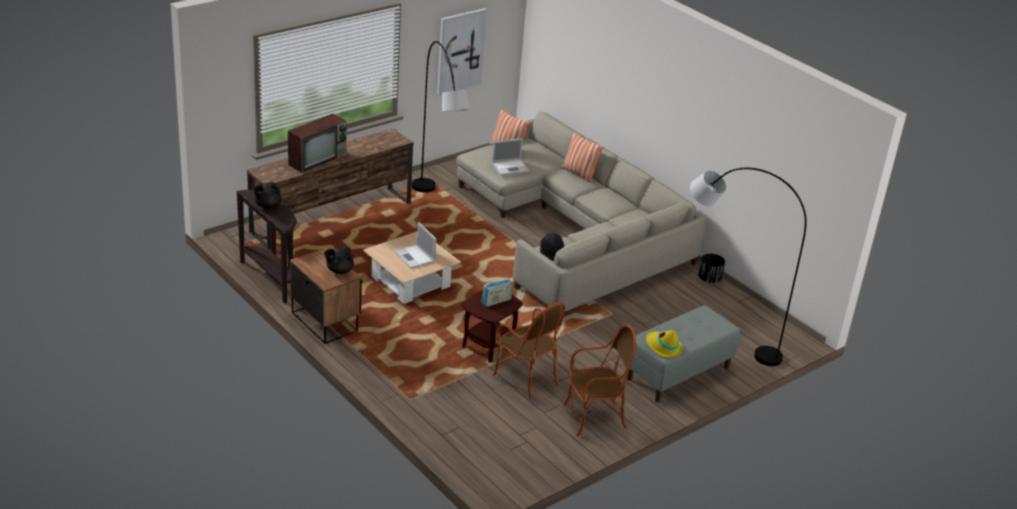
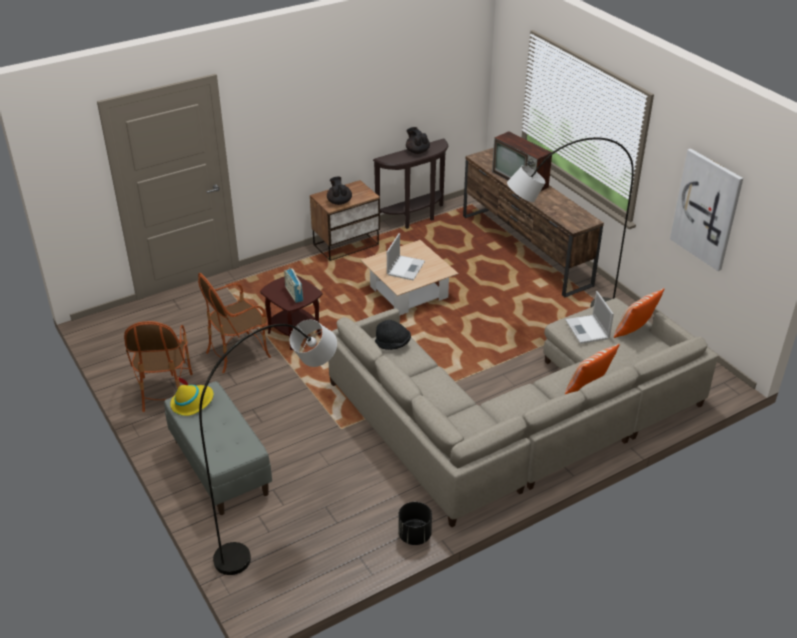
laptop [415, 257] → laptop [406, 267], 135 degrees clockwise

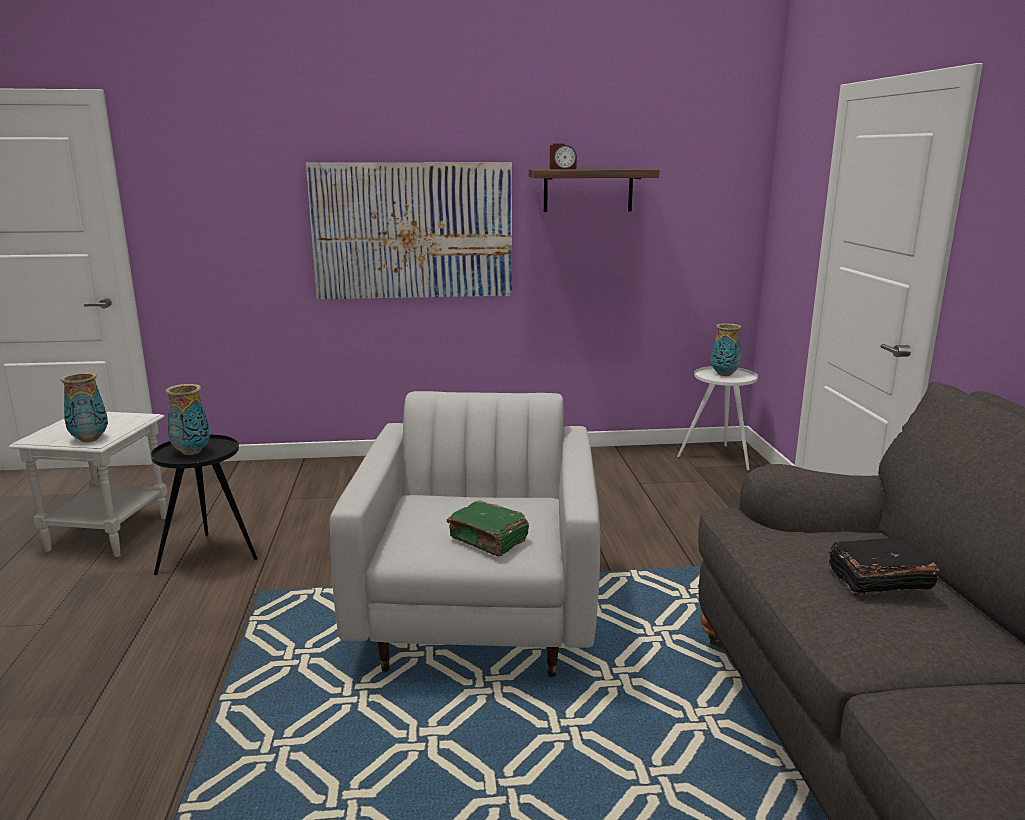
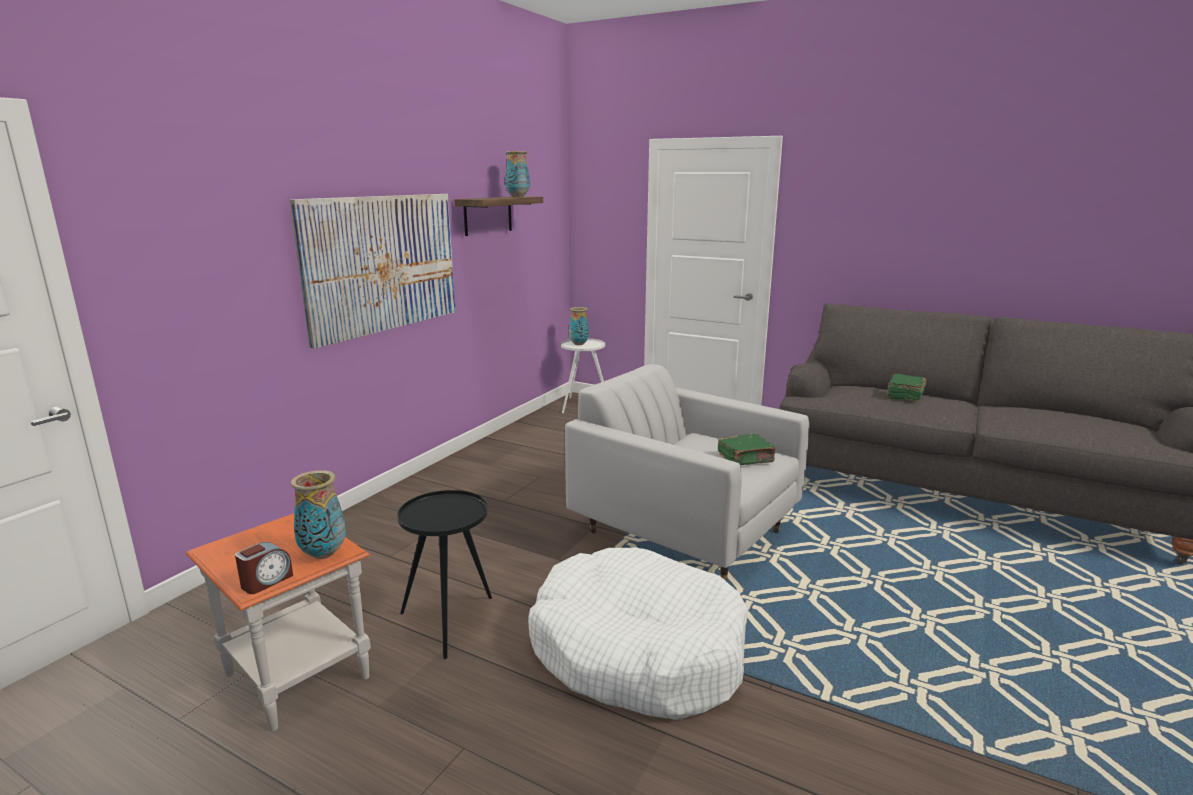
white-coloured side table [108, 534] → orange-coloured side table [298, 676]
table clock [562, 169] → table clock [266, 581], move
flower vase [191, 452] → flower vase [518, 197], move
- → white-coloured dog bed [637, 651]
black-coloured book [877, 581] → green book [904, 395]

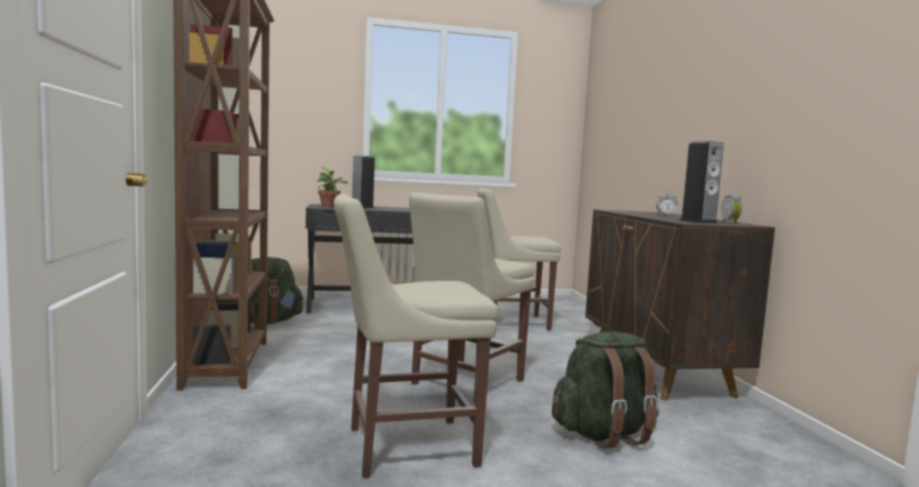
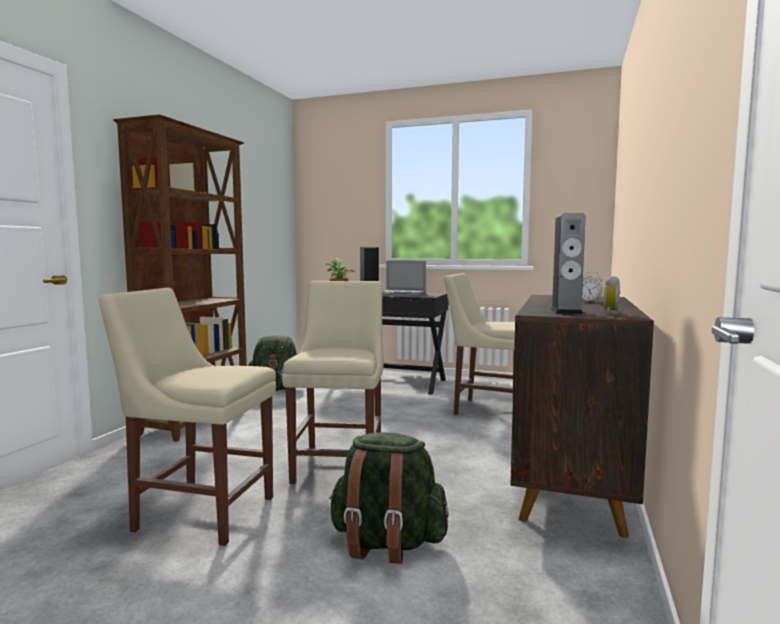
sand-coloured upright chair [464, 383] → sand-coloured upright chair [340, 464], 120 degrees clockwise
- → laptop [402, 294]

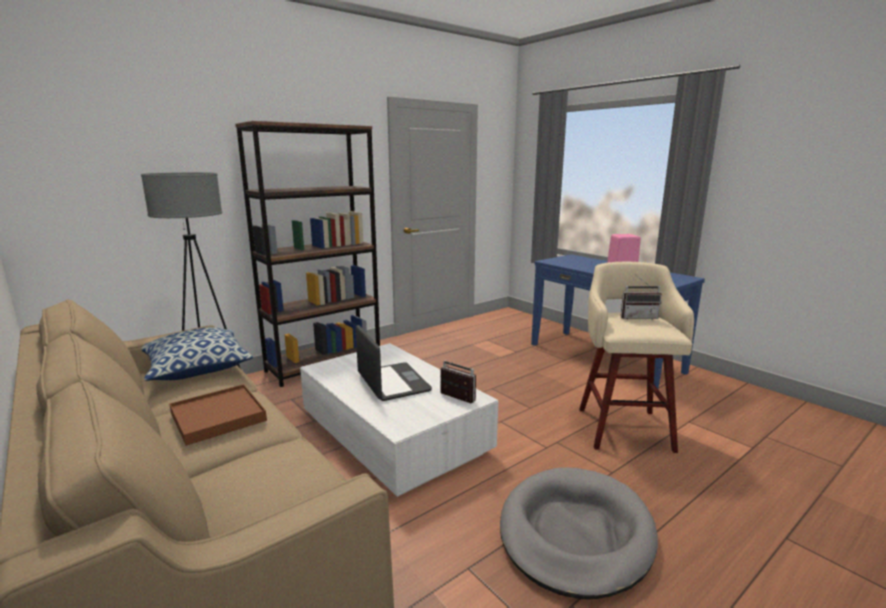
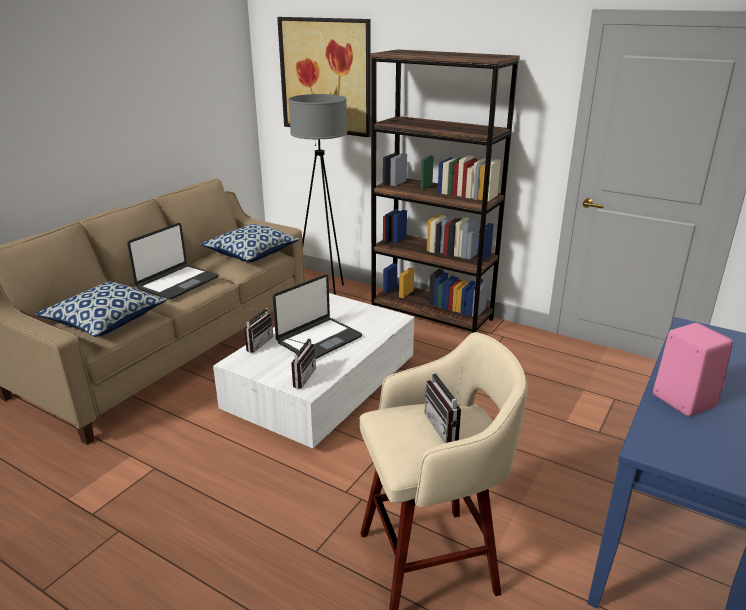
- → cushion [106, 321]
brown-coloured serving tray [218, 417] → laptop [177, 283]
- → radio set [256, 343]
- → wall art [325, 76]
gray dog bed [575, 533] → -

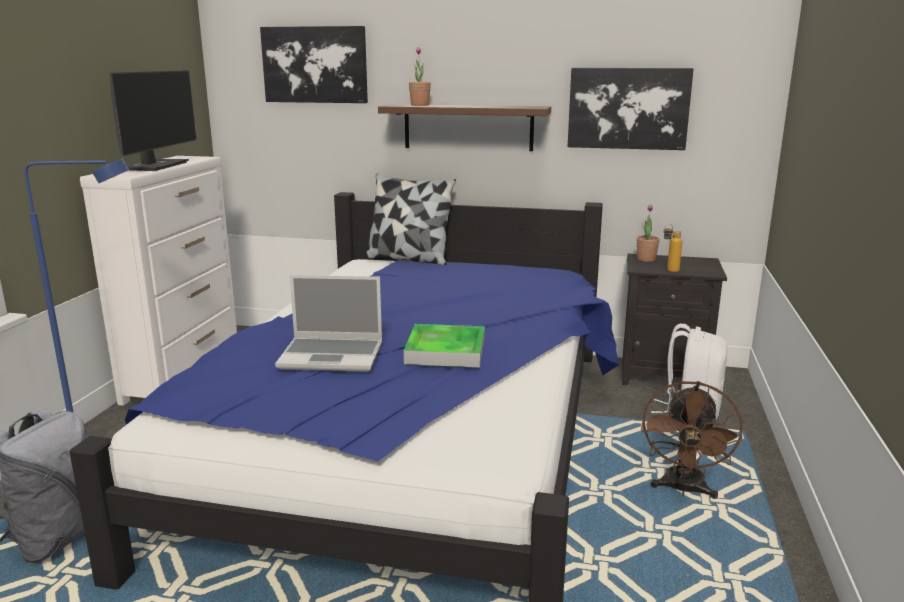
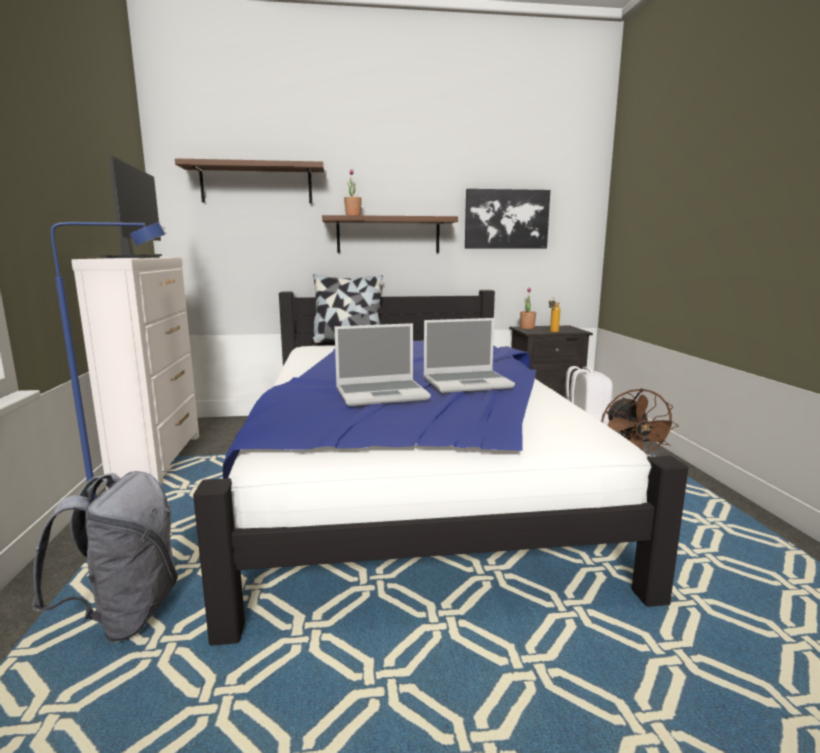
wall art [315, 65] → brown-coloured bracket shelf [256, 184]
serving tray [445, 351] → laptop [467, 383]

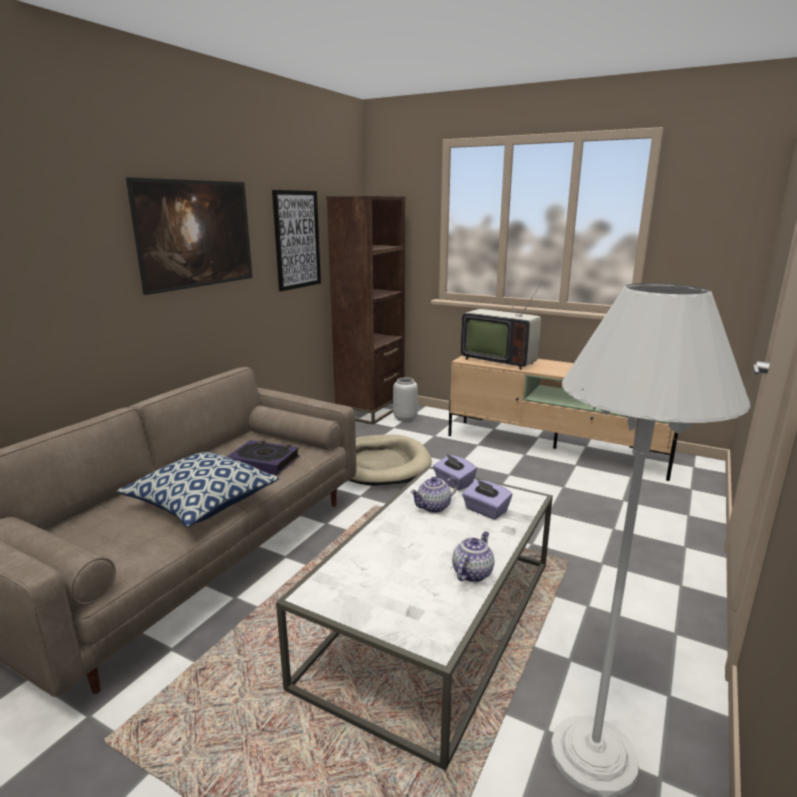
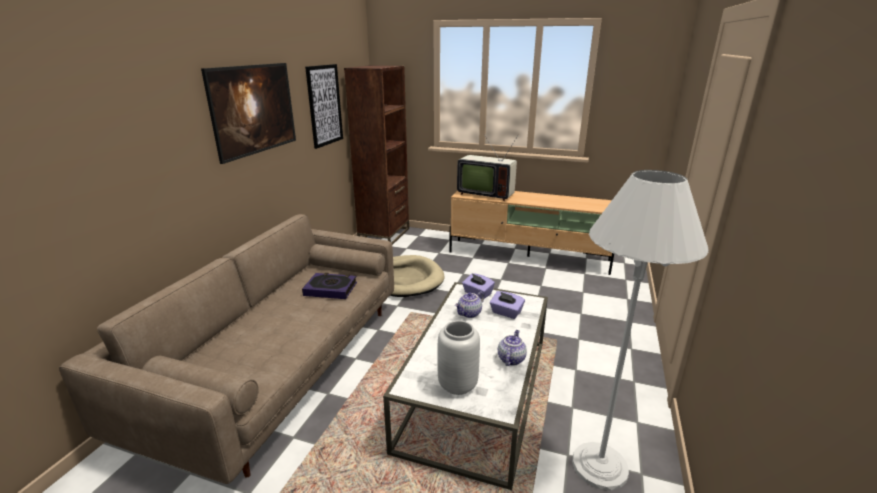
gray flower vase [405, 418] → gray flower vase [458, 385], move
cushion [202, 503] → -

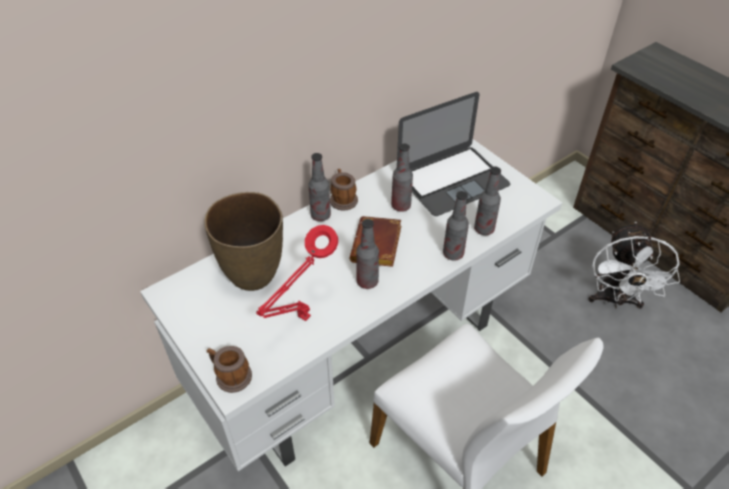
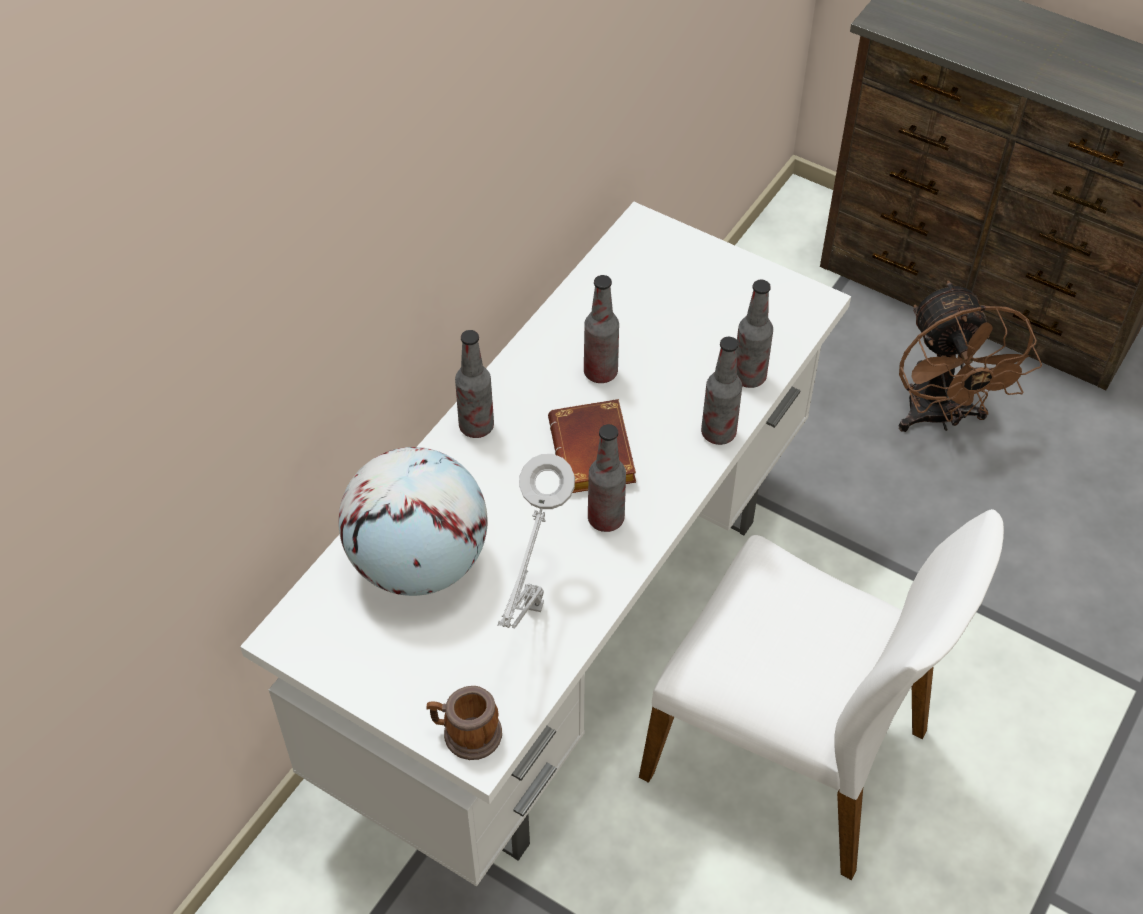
brown-coloured flower vase [254, 275] → world globe [419, 562]
red-coloured lamp for a table [302, 319] → gray lamp for a table [532, 611]
white-coloured fan [614, 300] → brown-coloured fan [940, 417]
coffee mug [343, 198] → -
laptop [452, 180] → -

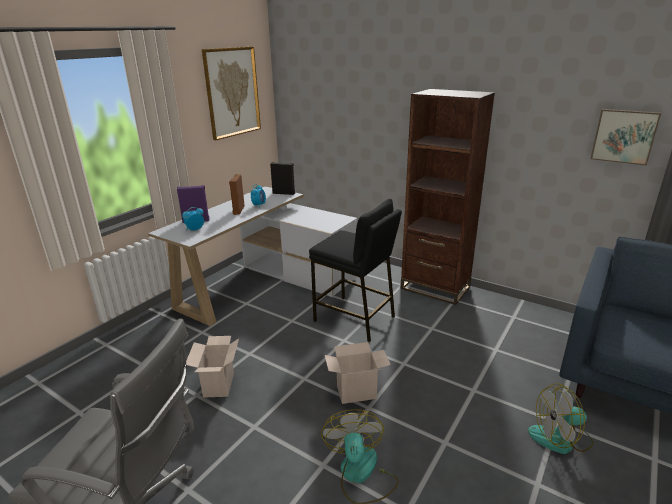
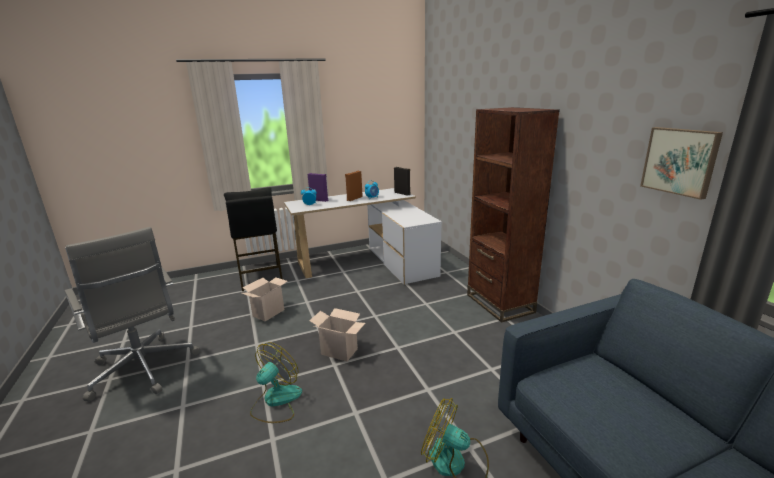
black-coloured stool seat [354, 318] → black-coloured stool seat [260, 277], move
wall art [232, 92] → -

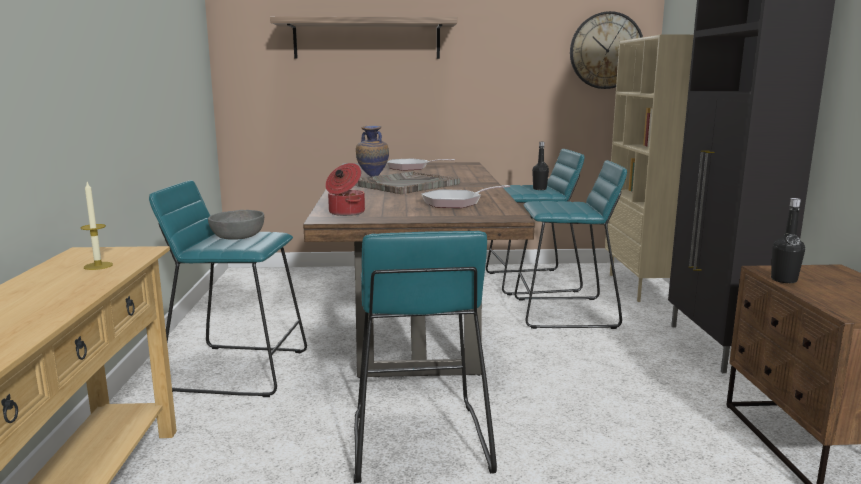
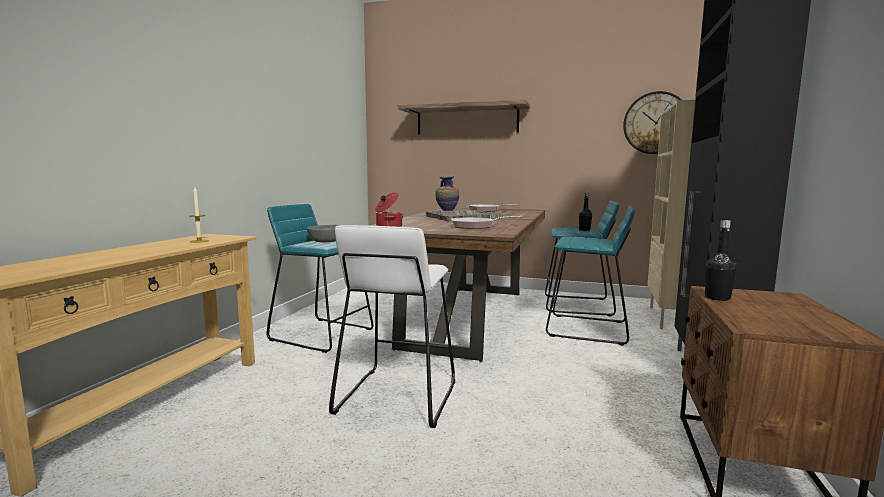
blue-green stool seat [417, 441] → white-coloured stool seat [397, 396]

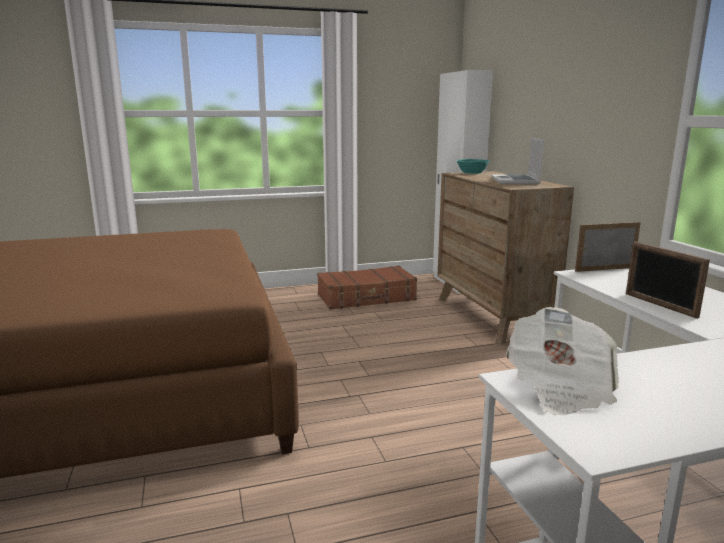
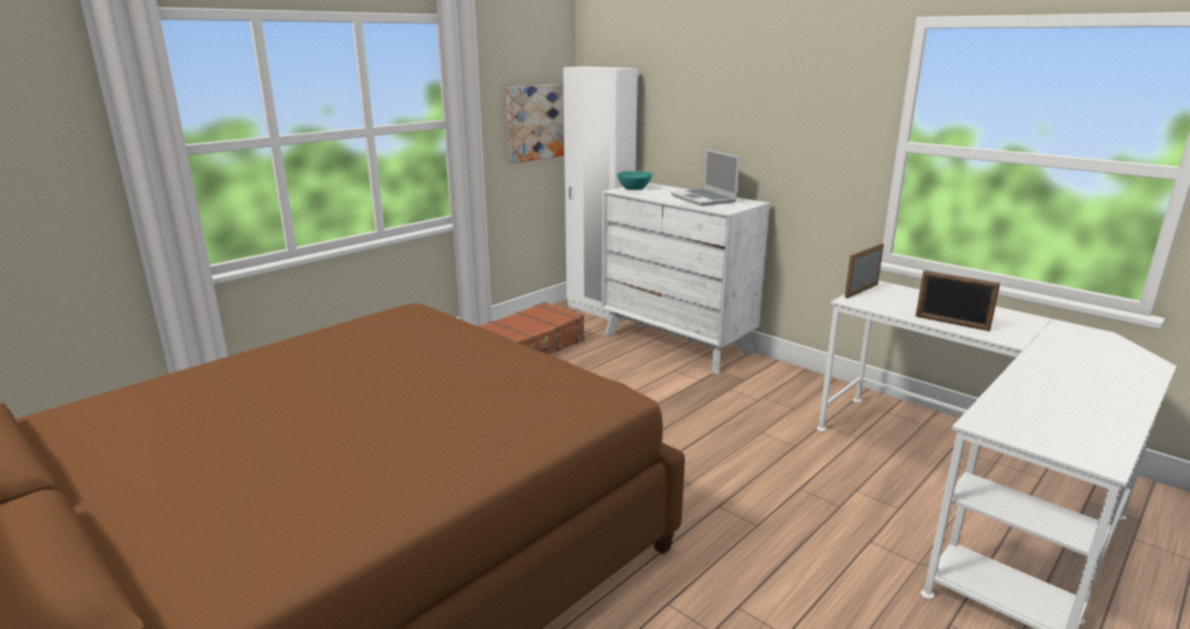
- → wall art [534, 122]
brown-coloured dresser [491, 316] → white-coloured dresser [676, 343]
newspaper [559, 387] → -

